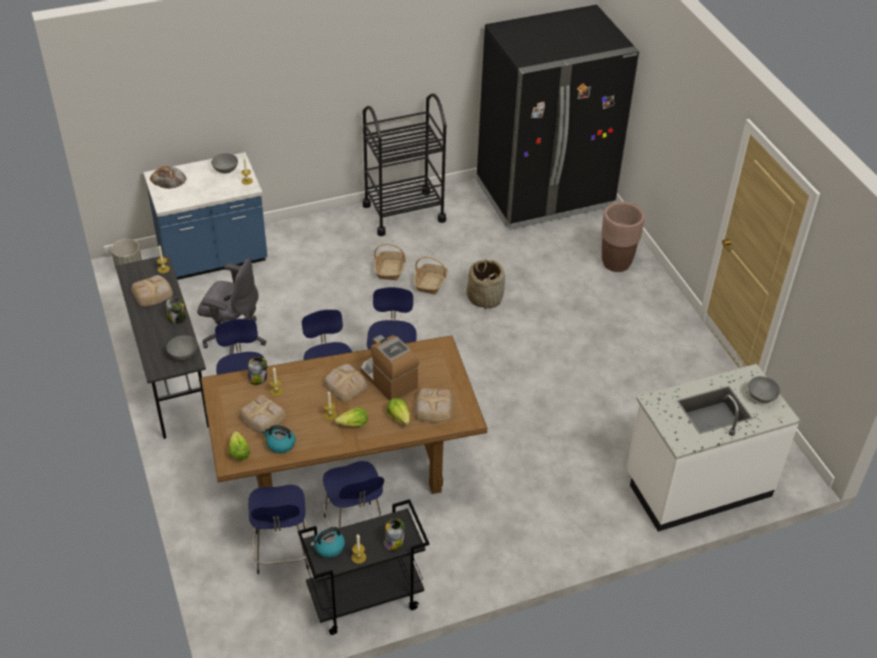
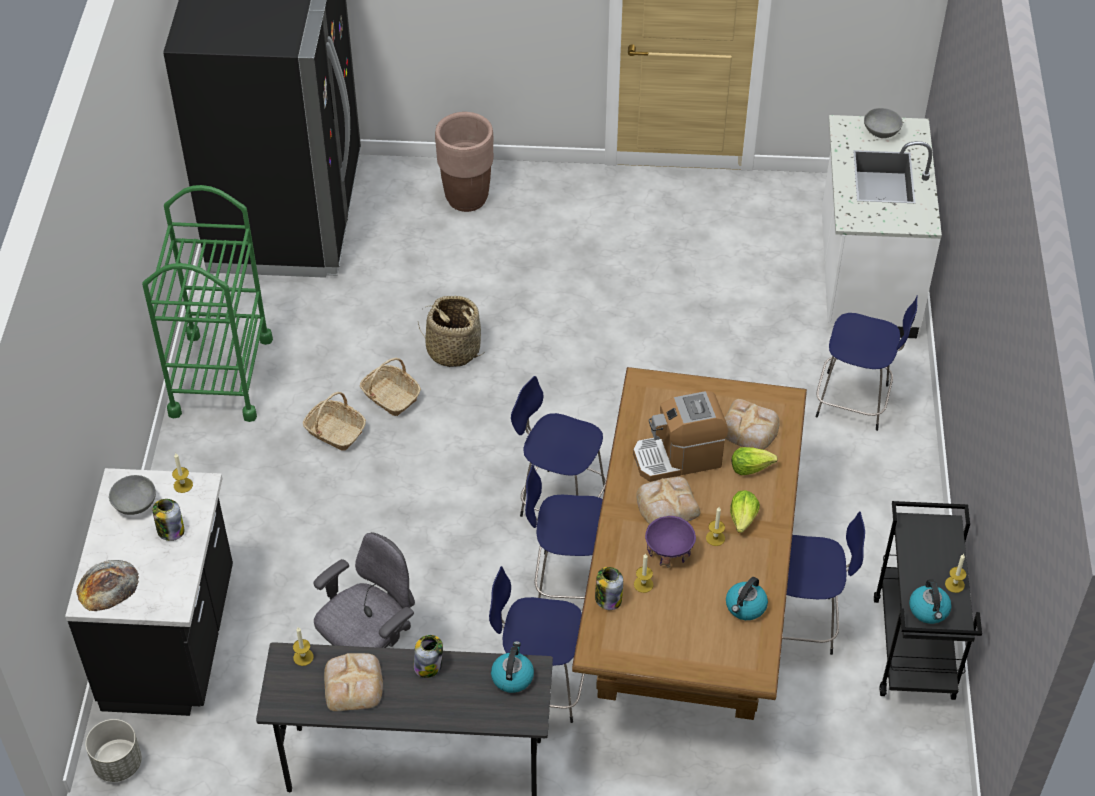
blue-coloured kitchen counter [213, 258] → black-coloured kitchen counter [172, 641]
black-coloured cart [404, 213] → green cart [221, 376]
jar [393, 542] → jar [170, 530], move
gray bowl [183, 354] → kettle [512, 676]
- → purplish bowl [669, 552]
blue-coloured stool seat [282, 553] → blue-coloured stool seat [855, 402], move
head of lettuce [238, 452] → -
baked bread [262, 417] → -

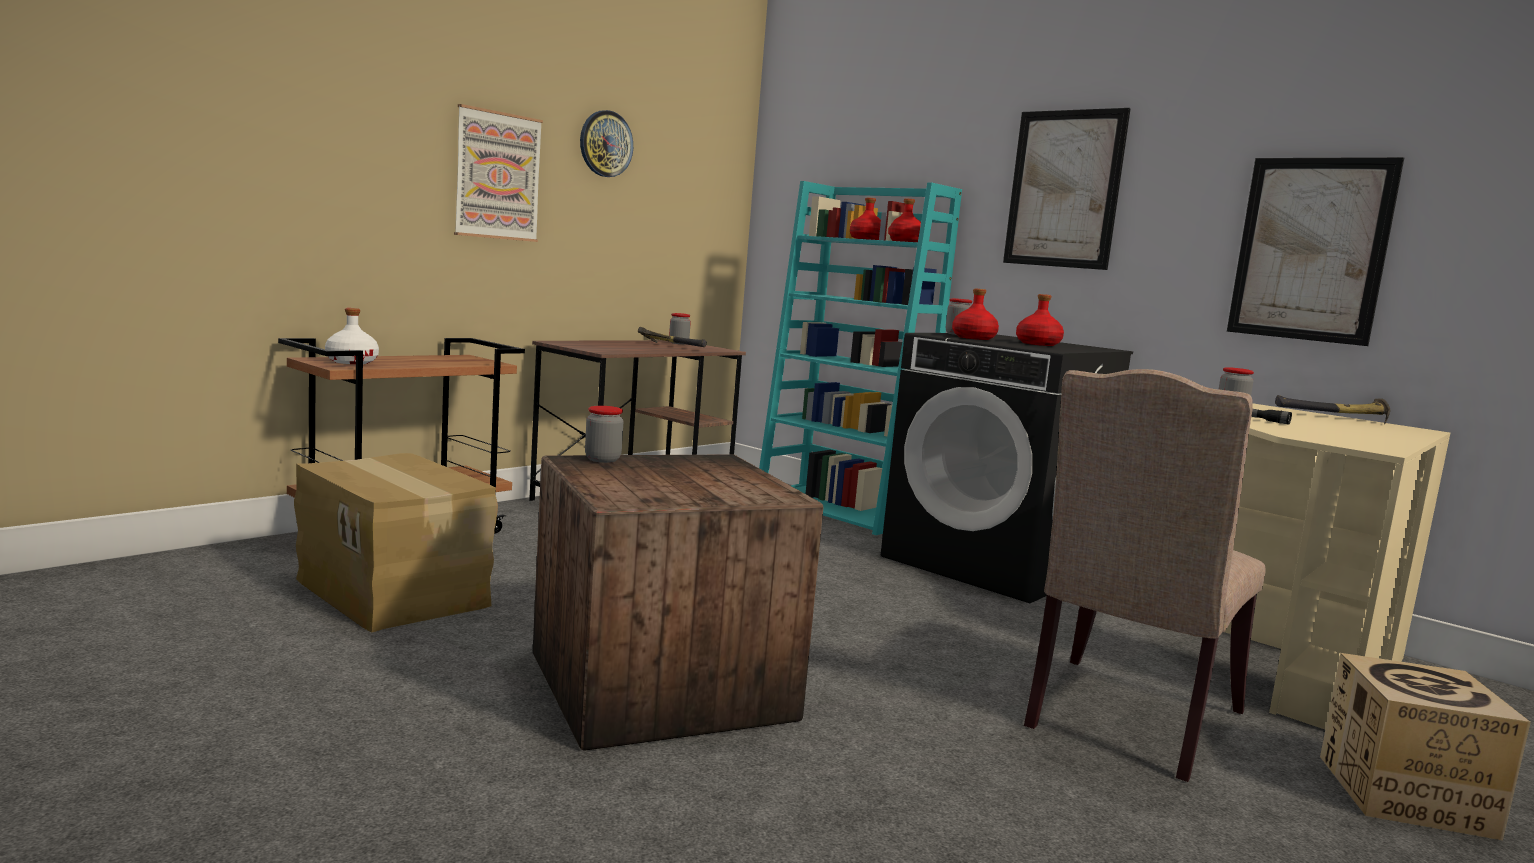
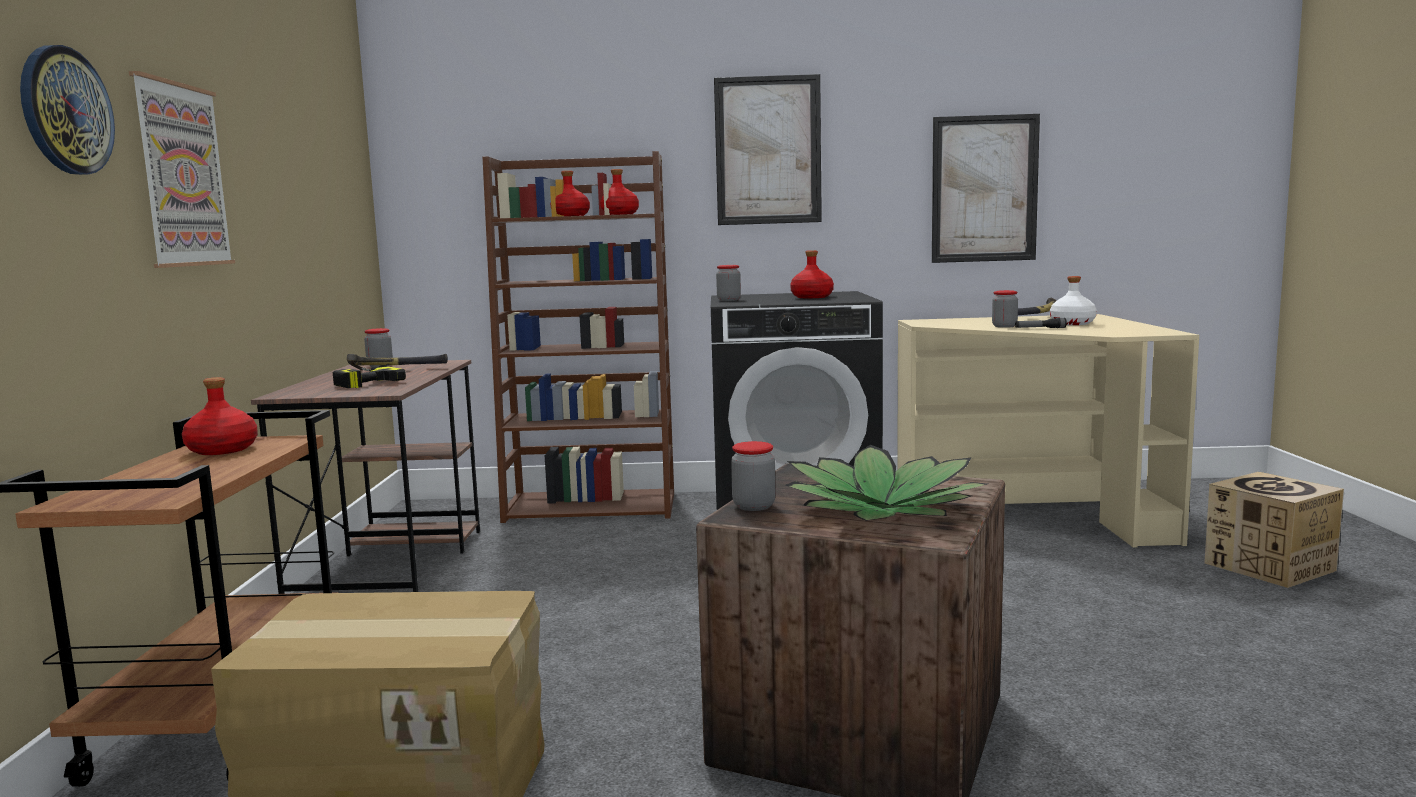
wall clock [605, 144] → wall clock [65, 111], move
red-coloured drink bottle [974, 338] → red-coloured drink bottle [223, 450], move
- → drill [361, 382]
blue-green bookcase [839, 510] → brown-coloured bookcase [593, 507]
- → houseplant [882, 508]
white-coloured drink bottle [351, 362] → white-coloured drink bottle [1071, 323], move
sand-coloured upright chair [1127, 721] → -

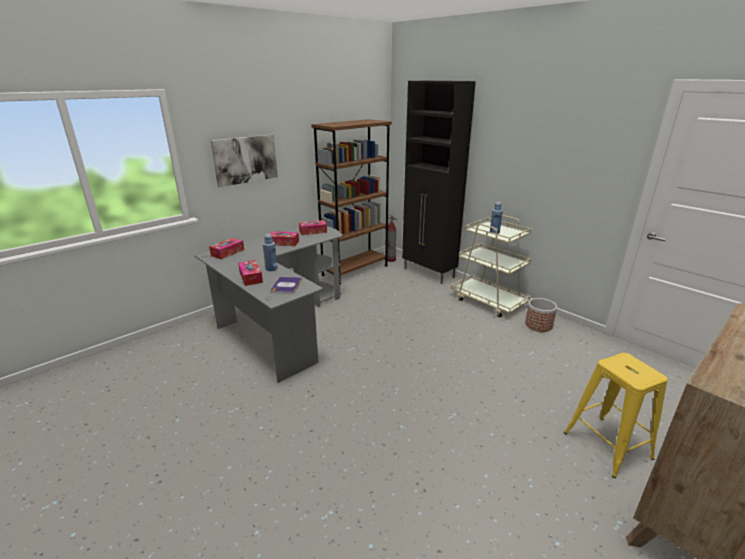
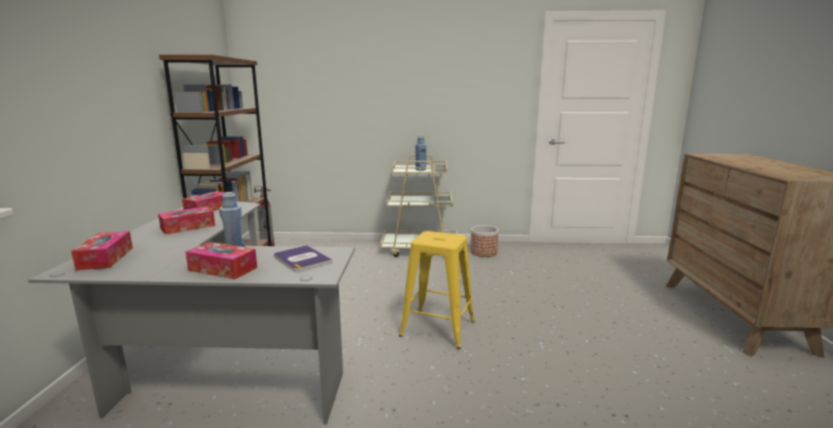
yellow-coloured stool seat [607, 445] → yellow-coloured stool seat [437, 328], move
wall art [245, 159] → -
black-coloured storage cabinet [429, 273] → -

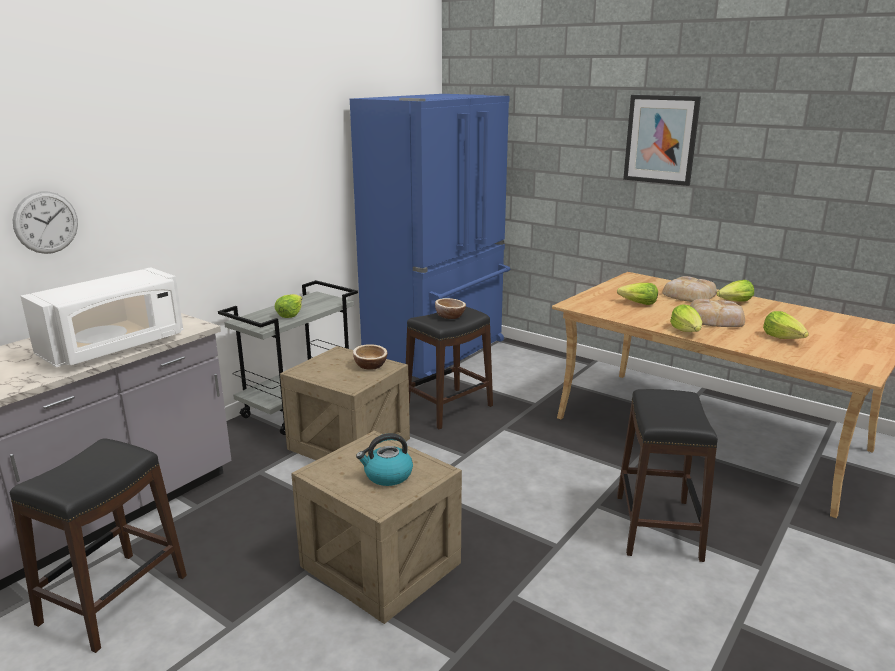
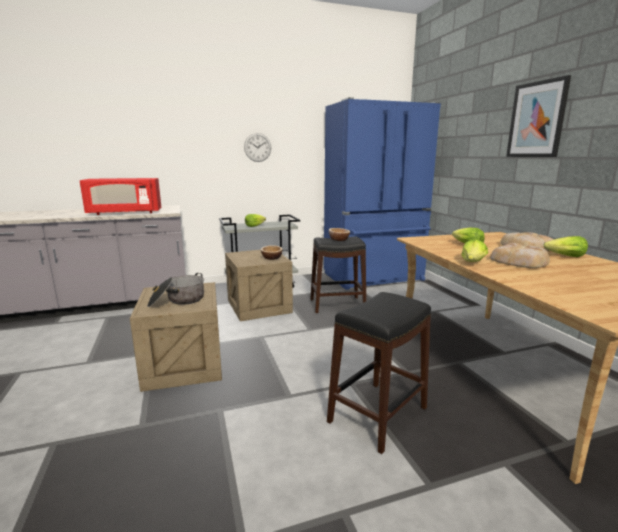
white-coloured kitchen microwave [115, 347] → red-coloured kitchen microwave [125, 213]
kettle [387, 475] → stockpot [177, 301]
wall clock [46, 222] → wall clock [257, 147], move
black-coloured stool seat [113, 599] → -
head of lettuce [783, 338] → -

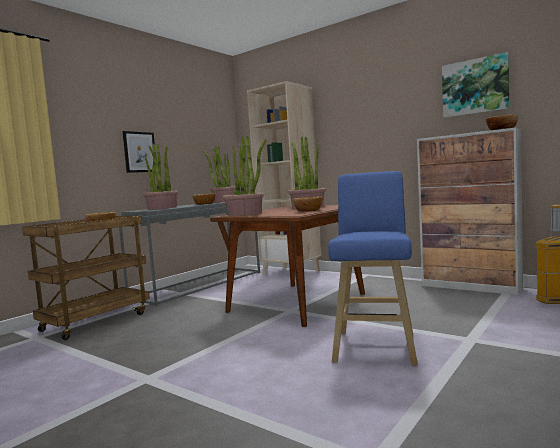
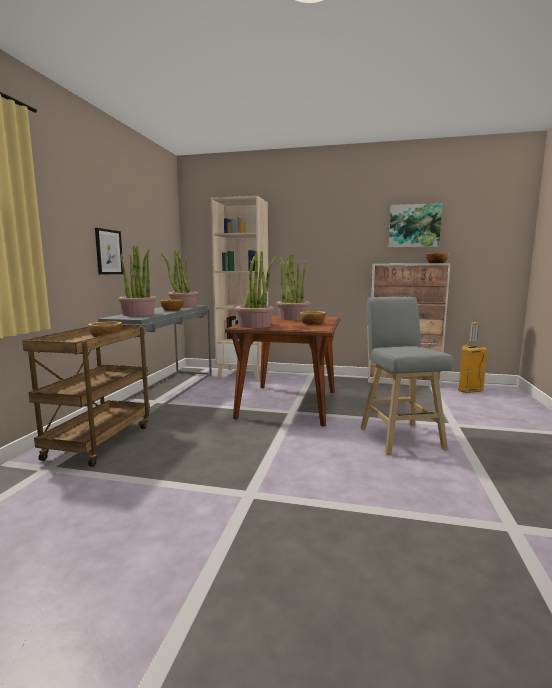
blue-coloured stool seat [375, 345] → gray stool seat [399, 437]

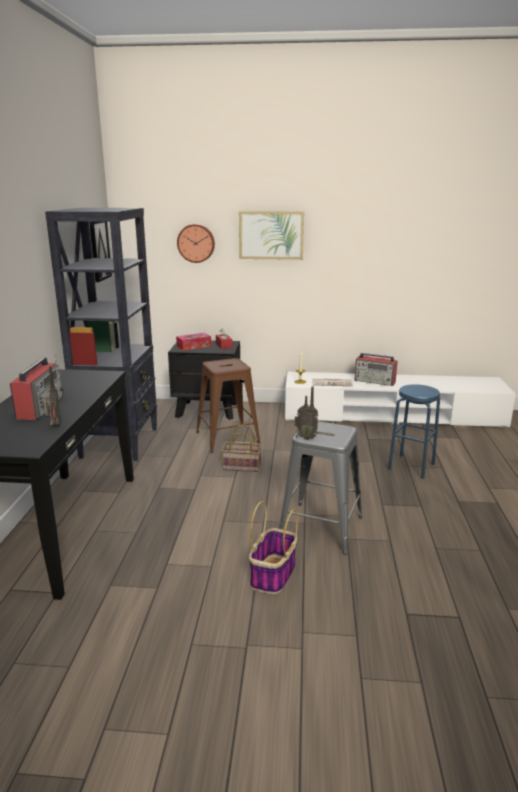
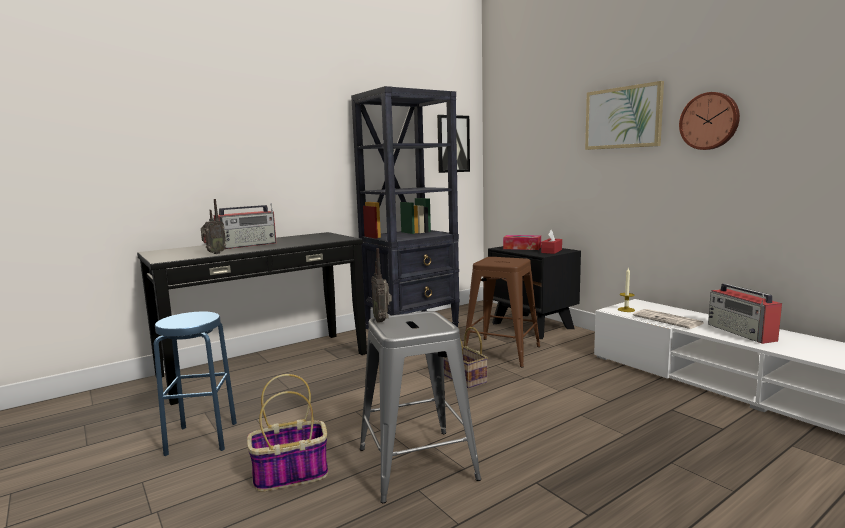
blue-coloured stool seat [411, 466] → blue-coloured stool seat [201, 438], move
wall clock [196, 243] → wall clock [709, 121], move

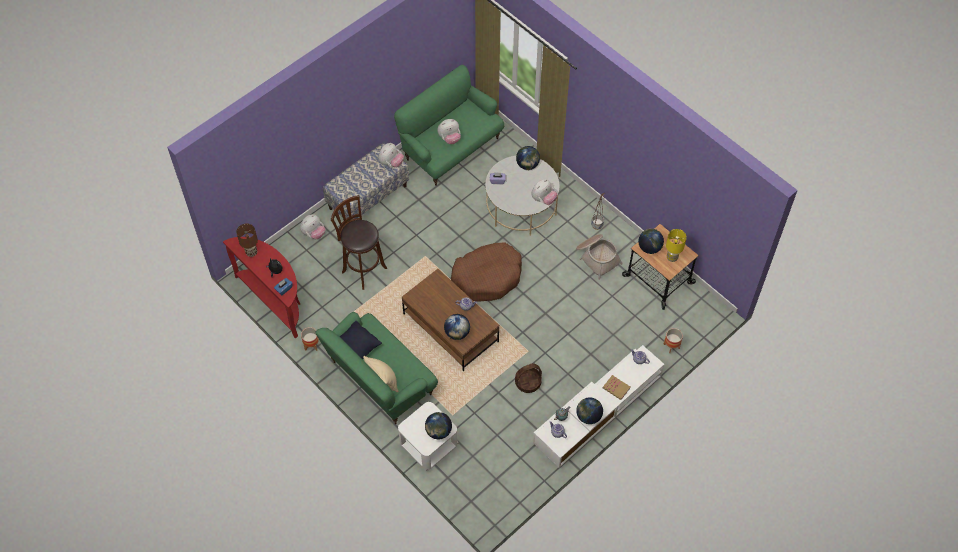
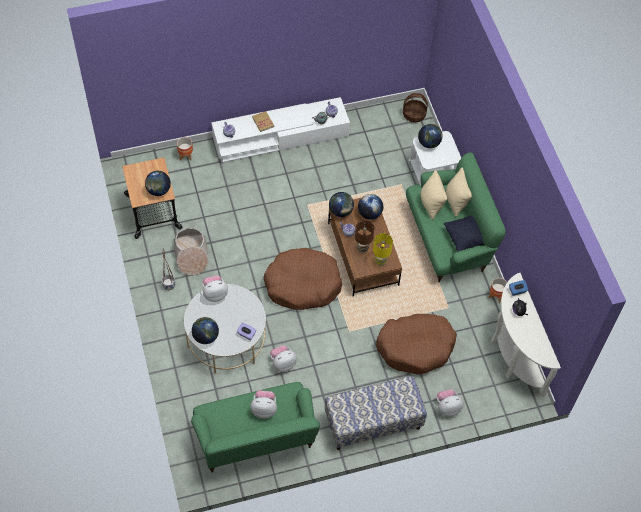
plush toy [391, 163] → plush toy [283, 363], move
world globe [588, 416] → world globe [340, 211], move
brown-coloured lamp for a table [251, 253] → brown-coloured lamp for a table [363, 248], move
yellow-coloured lamp for a table [672, 257] → yellow-coloured lamp for a table [380, 262], move
brown-coloured stool seat [362, 268] → brown-coloured dog bed [415, 347]
storage basket [527, 382] → storage basket [414, 114], move
- → sand-coloured cushion [431, 204]
red-coloured narrow table [275, 300] → white-coloured narrow table [513, 354]

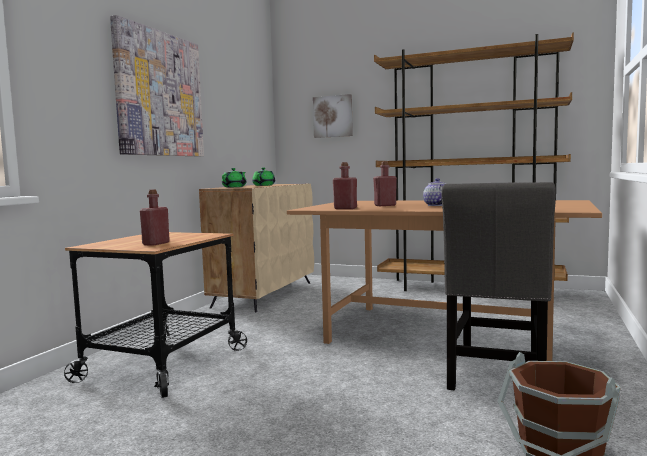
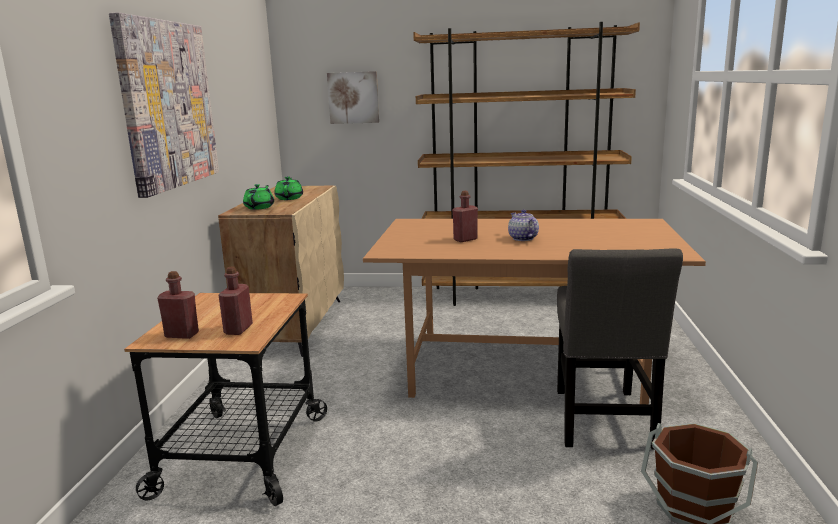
red-coloured drink bottle [345, 208] → red-coloured drink bottle [182, 335], move

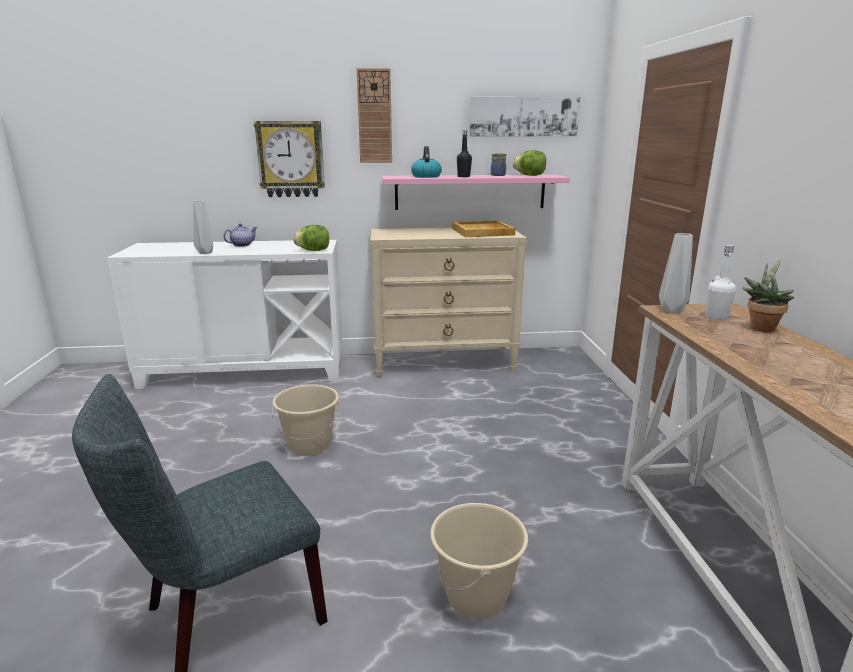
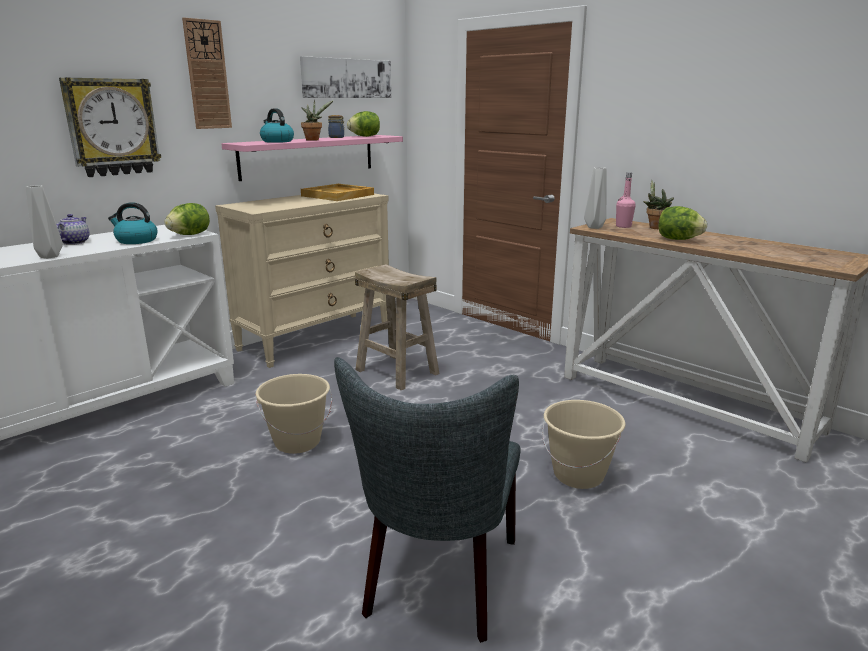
- → kettle [136, 241]
black-coloured drink bottle [463, 177] → houseplant [314, 140]
- → sand-coloured stool seat [397, 371]
white-coloured drink bottle [716, 317] → pink drink bottle [623, 226]
- → head of lettuce [678, 239]

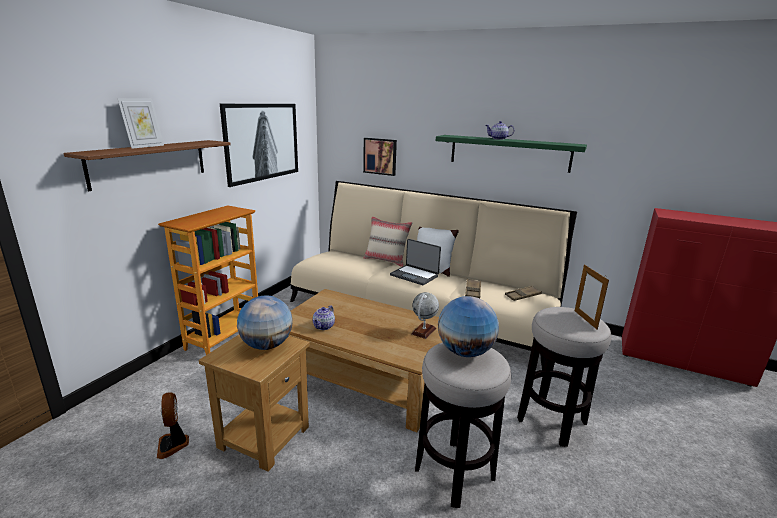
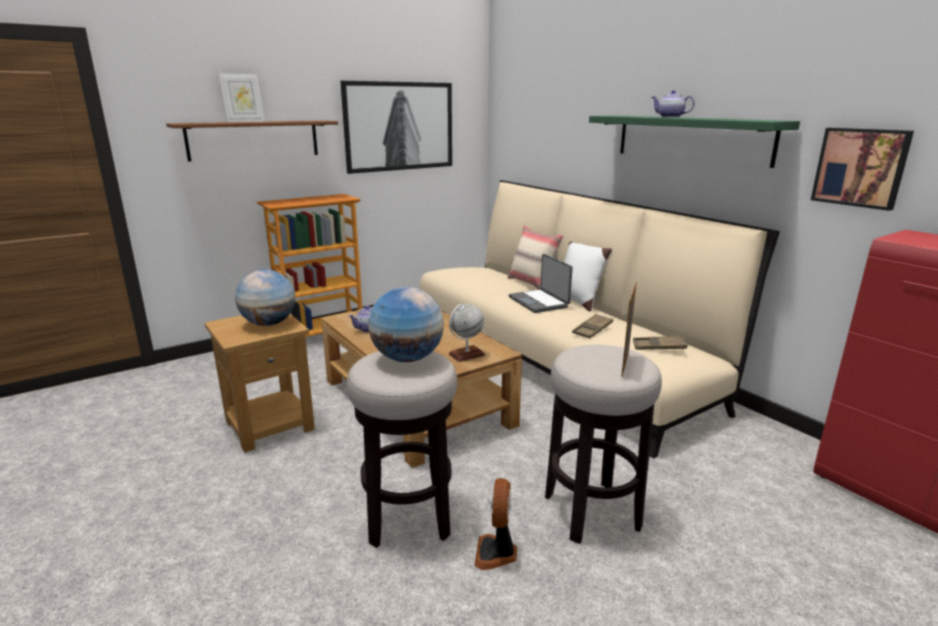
fan [173, 444] → fan [496, 553], move
wall art [380, 156] → wall art [860, 167], move

